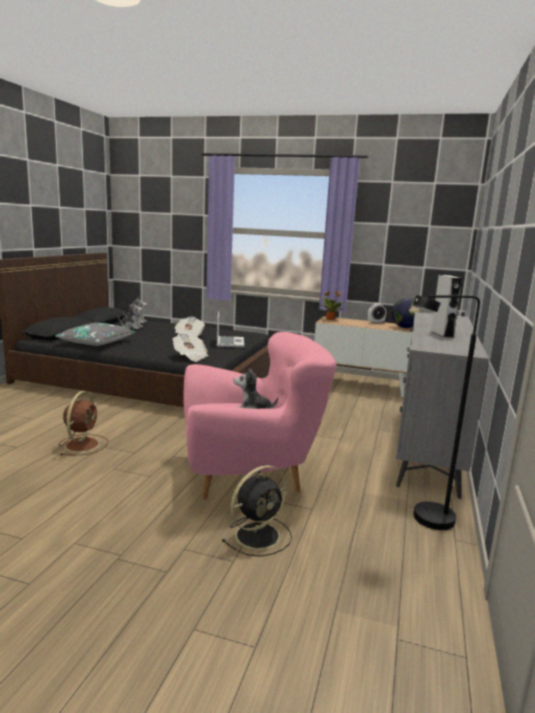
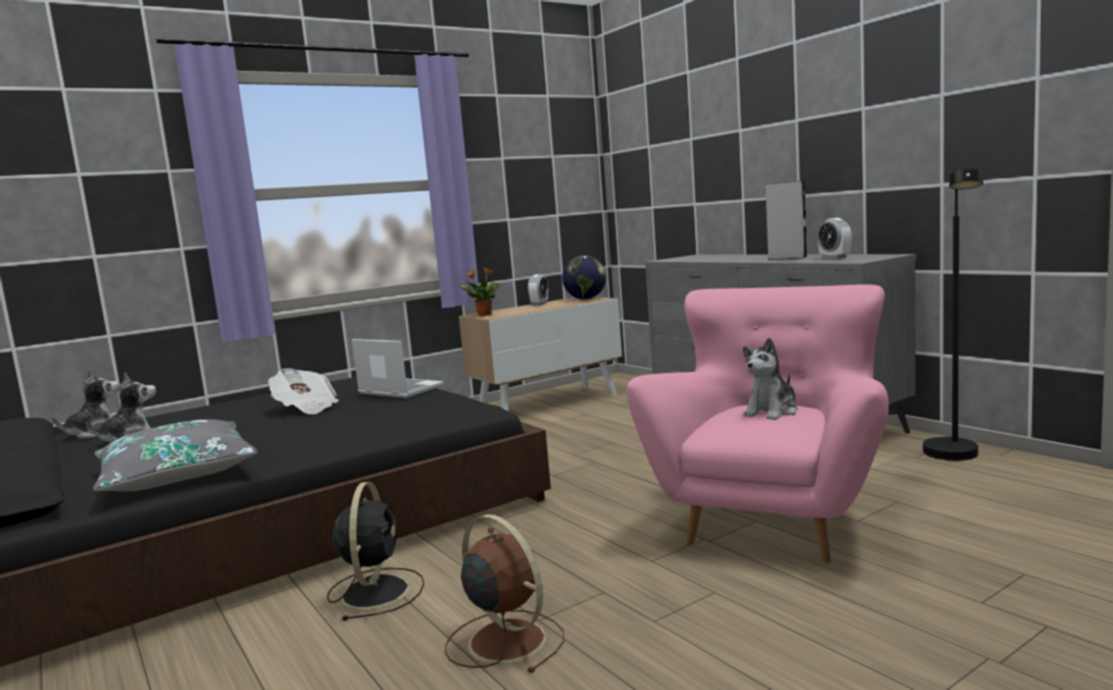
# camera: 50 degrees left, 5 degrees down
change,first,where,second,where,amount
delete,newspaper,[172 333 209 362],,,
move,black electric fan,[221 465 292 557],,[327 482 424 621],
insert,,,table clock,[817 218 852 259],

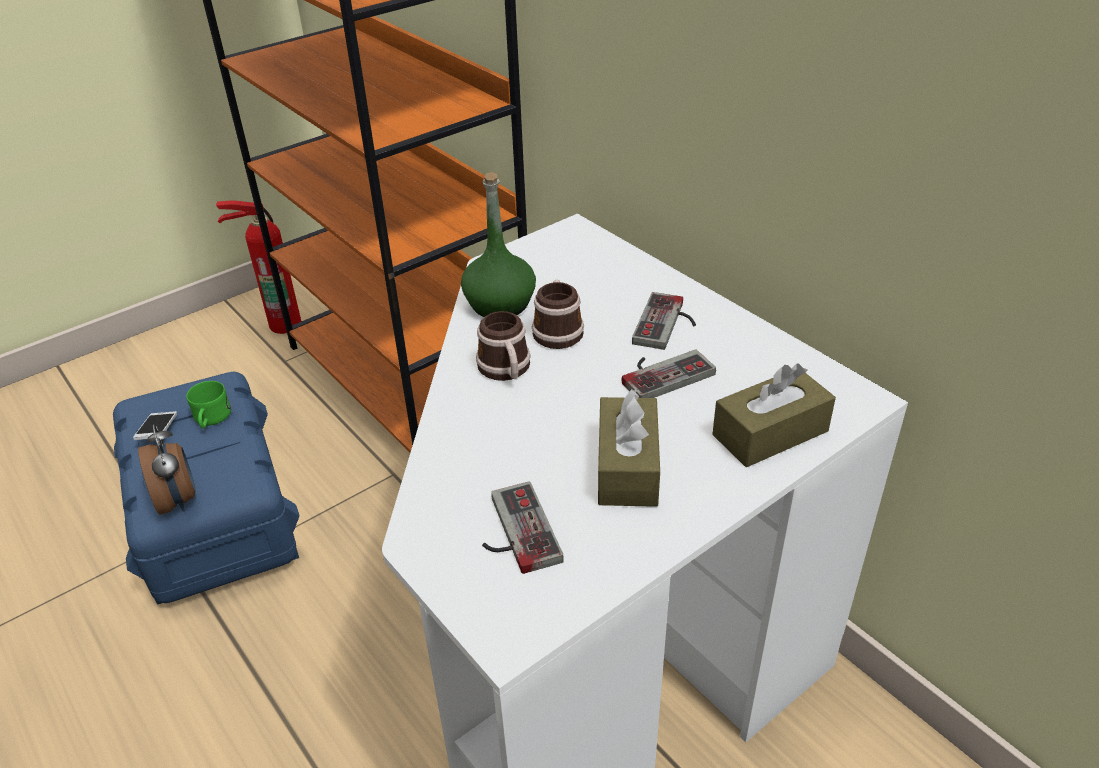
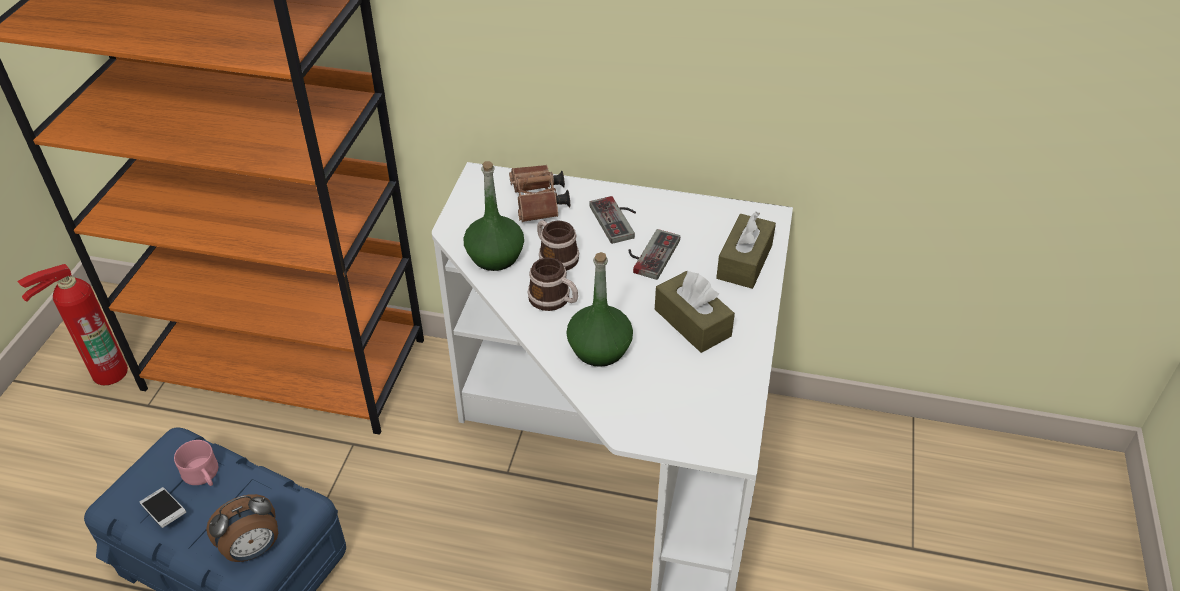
# camera: 40 degrees left, 5 degrees up
change,first,where,second,where,amount
rotate,table clock,[138 424 196 515],,[206 494 278 562],120 degrees clockwise
recolor,green-coloured coffee mug,[186 381 231 428],pinkish coffee mug,[174 440 218 486],
delete,gamepad,[482 482 564 574],,,
insert,,,brown-coloured field glasses,[509 165 570 222],
insert,,,green-coloured bottle,[566 252 633 367],

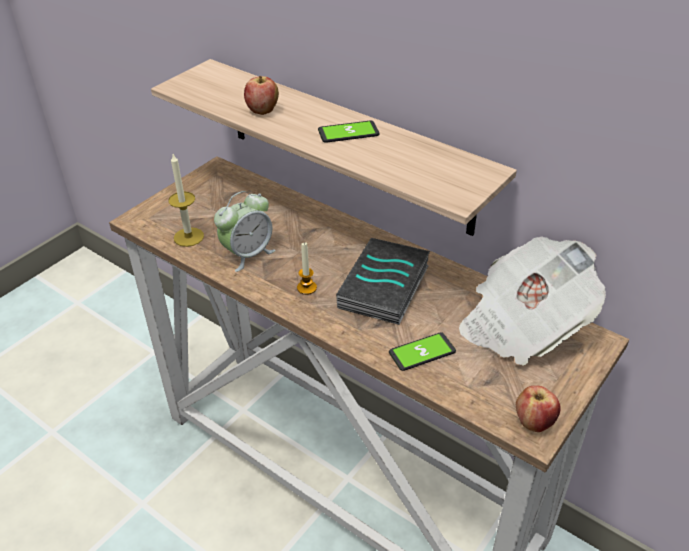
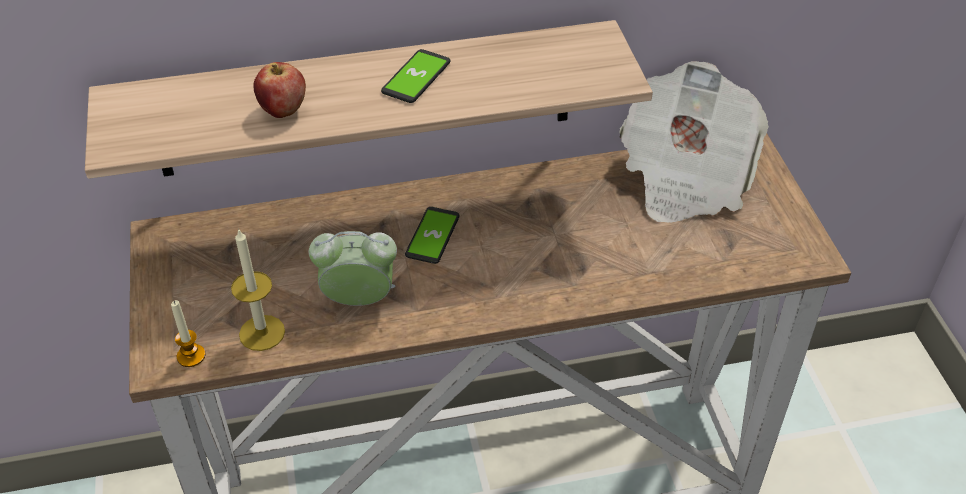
# camera: 50 degrees left, 5 degrees up
change,first,where,second,where,amount
rotate,table clock,[214 191 276 272],,[309 231 397 306],90 degrees counterclockwise
move,wax light,[297 242 317 295],,[171 300 206 367],
delete,volume,[336 238 430 325],,,
move,telephone,[389 332 456 371],,[405 207 460 264],
delete,apple,[516 385 561 432],,,

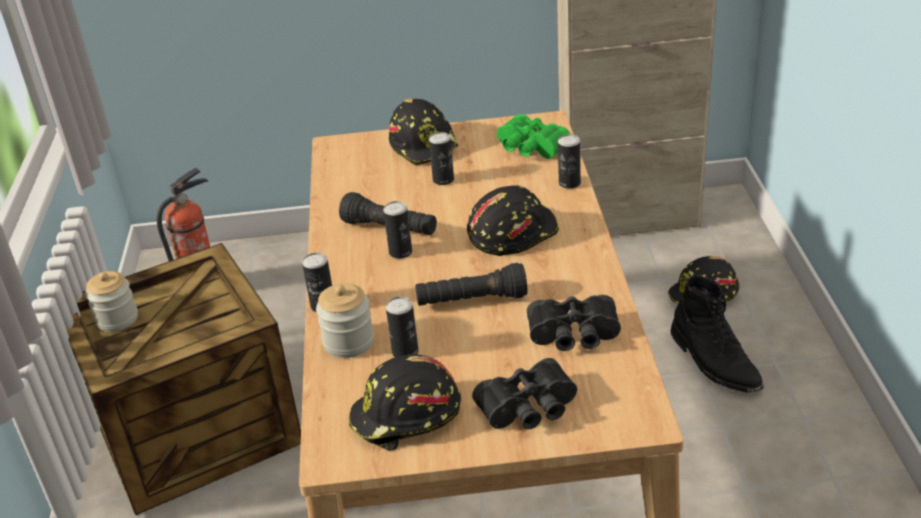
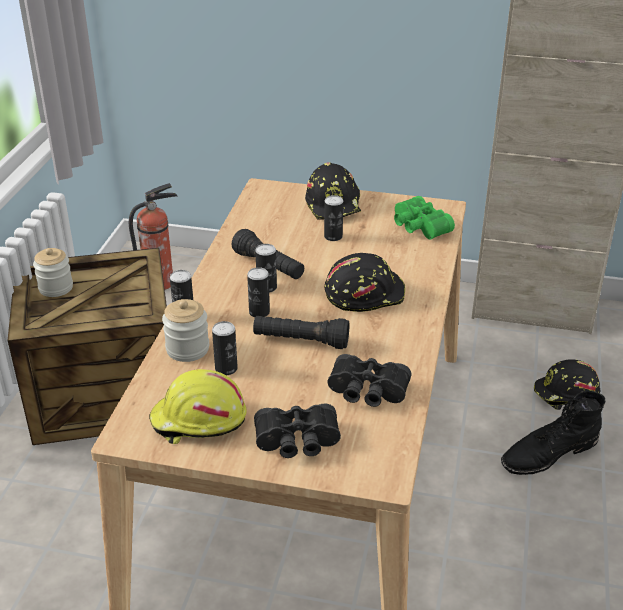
# camera: 15 degrees right, 0 degrees up
change,first,where,second,where,amount
recolor,black safety helmet,[349 354 461 451],yellowish safety helmet,[149 369 247 444],
move,sealed can,[558 134 581 189],,[247 267 270 317],
rotate,black tall boot,[671 275 764 393],,[501 390 605 475],75 degrees clockwise

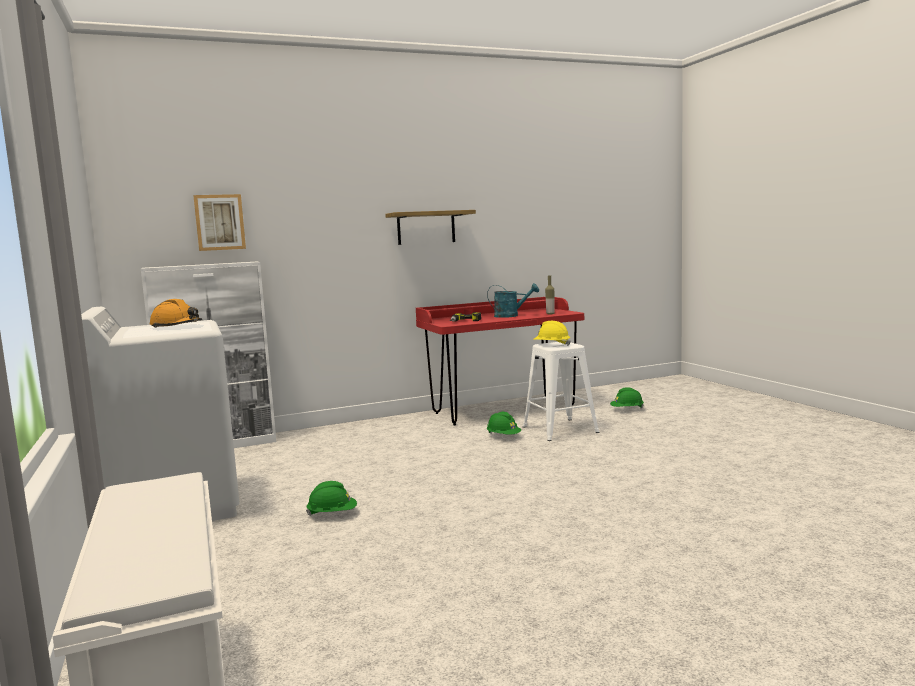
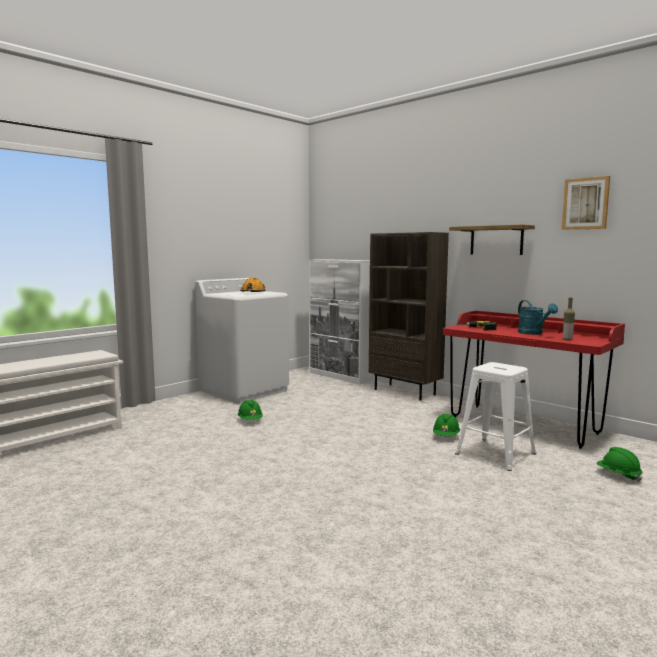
# camera: 65 degrees right, 0 degrees up
change,first,where,second,where,amount
move,picture,[193 194 246 251],,[562 176 610 230],
delete,yellowish safety helmet,[534 321 571 346],,,
insert,,,brown-coloured bookshelf,[369 232 449 401],

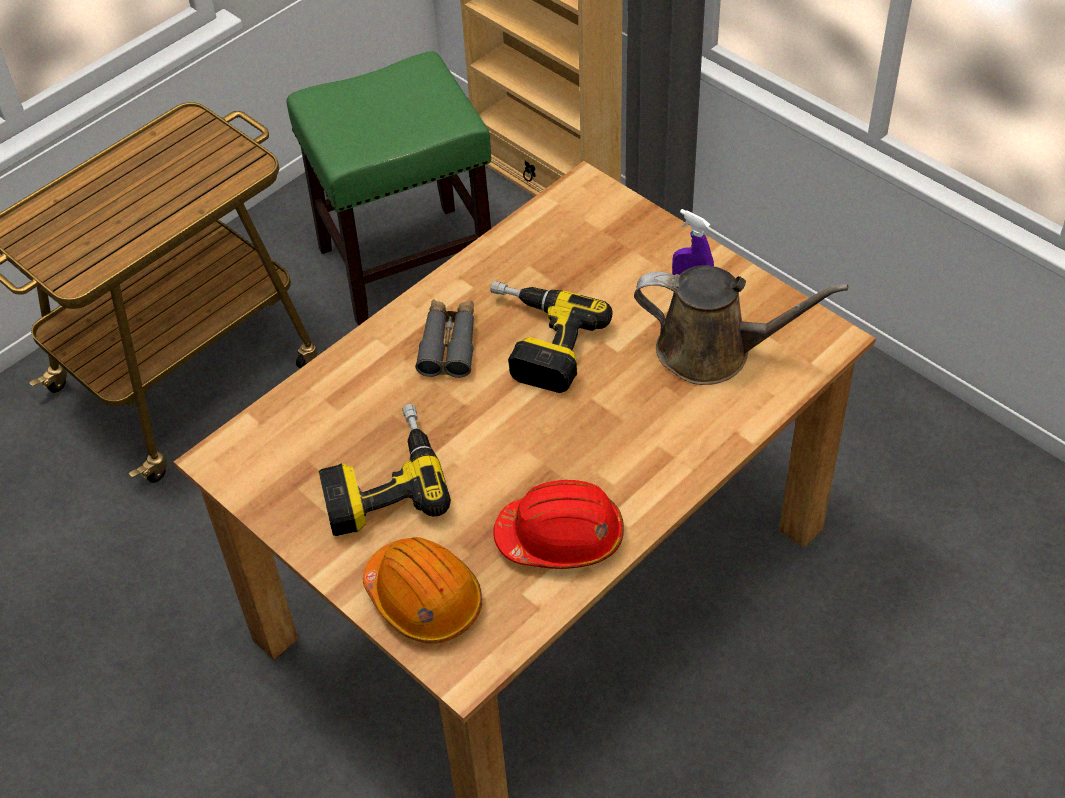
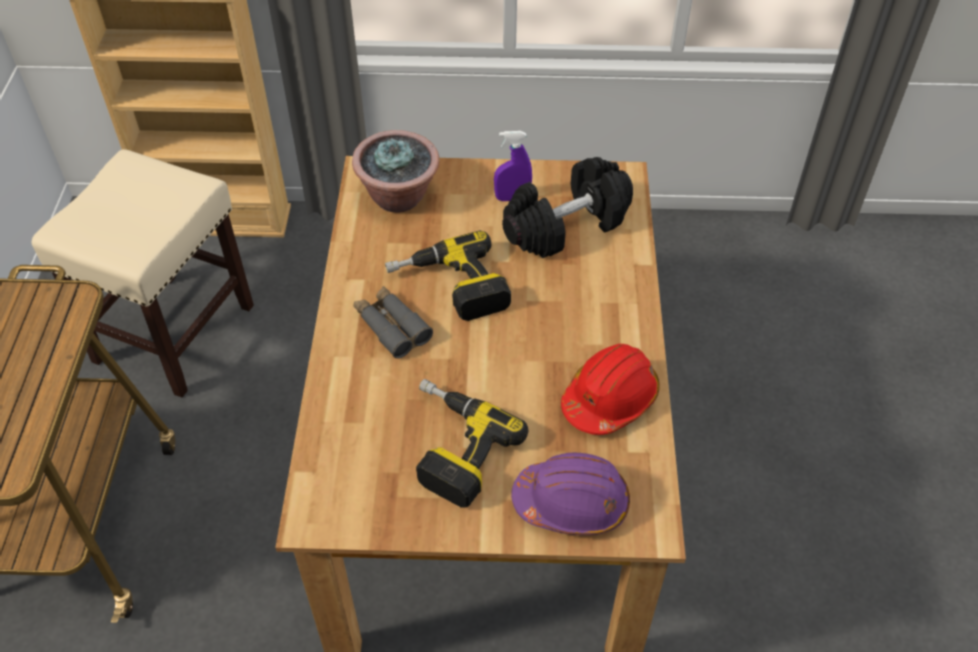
# camera: 45 degrees left, 0 degrees up
change,first,where,second,where,amount
recolor,green-coloured stool,[286 51 491 326],sand-coloured stool,[32 149 254 397],
recolor,orange-coloured safety helmet,[363 537 482 644],purple safety helmet,[511 453 630 535],
replace,brown-coloured sprinkling can,[634 265 848 385],black dumbbell,[502 157 633 258],
insert,,,potted plant,[352 130 439 213],

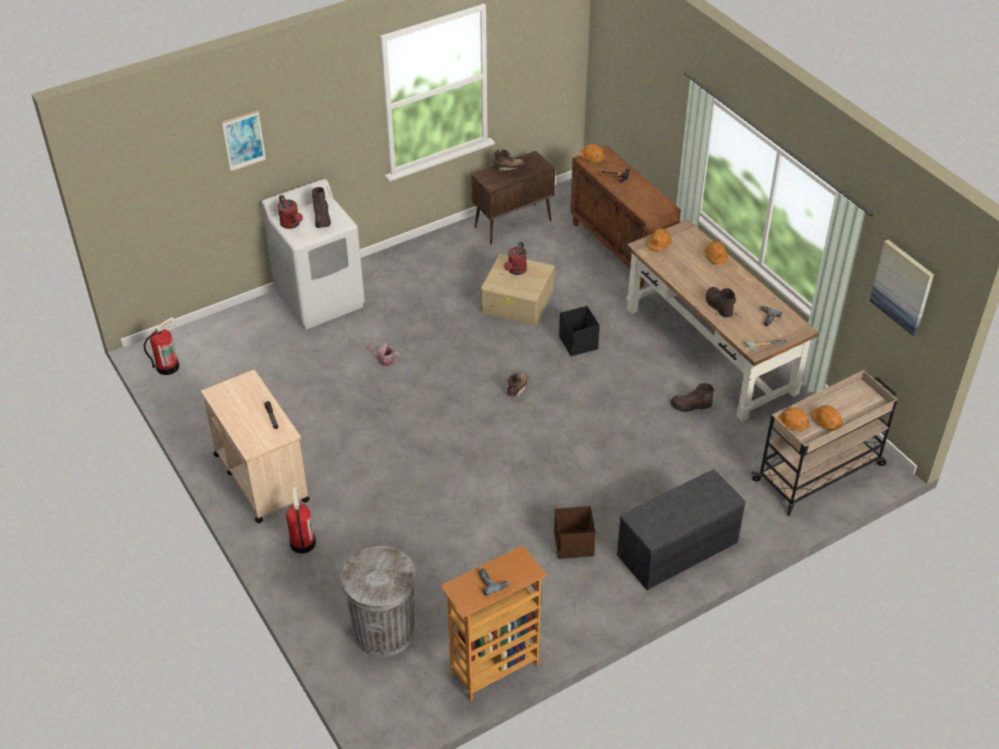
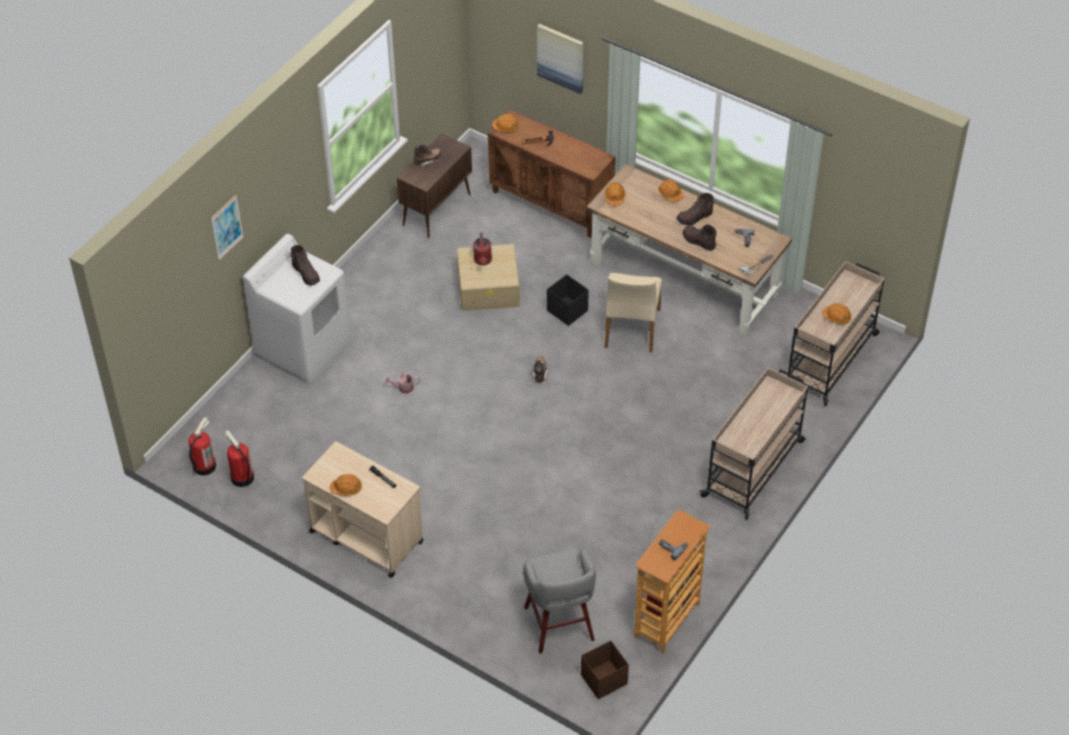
# camera: 25 degrees left, 5 degrees up
change,first,where,second,where,amount
delete,red sprinkling can,[278 195 303 229],,,
move,extinguisher,[286 487 316 554],,[225 430 254 487],
replace,grey rubbish bin,[341 546 416 657],grey stool,[523 548 596 654],
move,brown-coloured storage container,[554 506 596 559],,[581 641 629 699],
replace,grey long seat,[617 469 746 590],sand-coloured cart,[699 368 808 520],
move,brown-coloured tall boot,[670 383 714 412],,[676 193 714 226],
move,orange-coloured safety helmet,[777 407 809 431],,[330 474 362 496],
move,picture,[870 240 934 336],,[537 24 584 94],
insert,,,sand-coloured chair,[605 273 662 352],

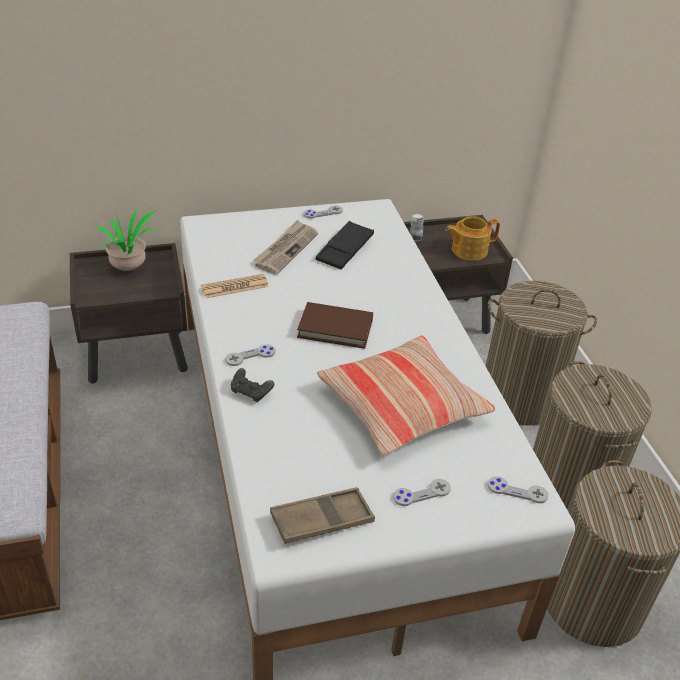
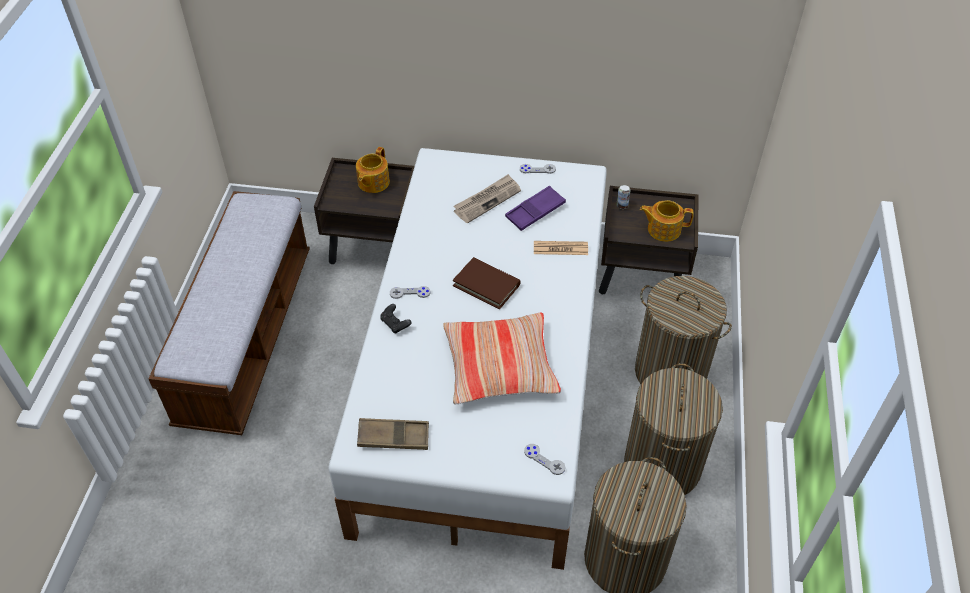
# camera: 25 degrees right, 10 degrees up
change,first,where,second,where,amount
replace,potted plant,[94 208 157 271],teapot,[356 147 390 193],
move,newspaper,[201 274 269 298],,[534 241 588 255],
recolor,black carrying tray,[316 221 374 269],purple carrying tray,[505 186 566 231],
delete,grey gamepad,[393 479 451 506],,,

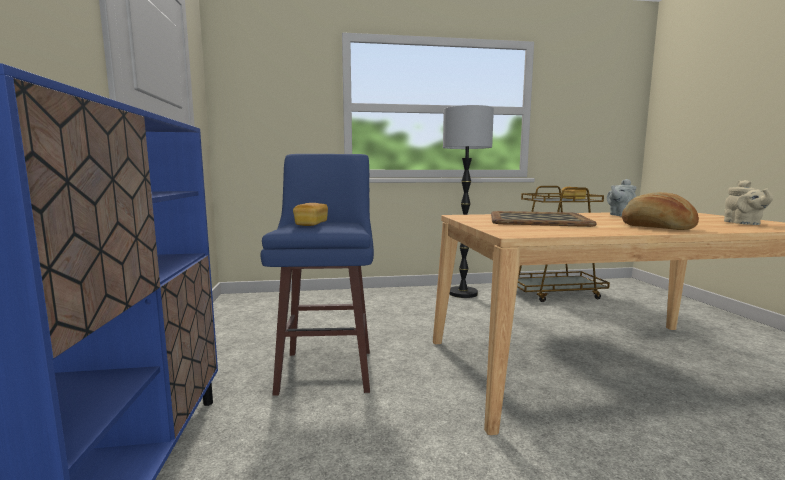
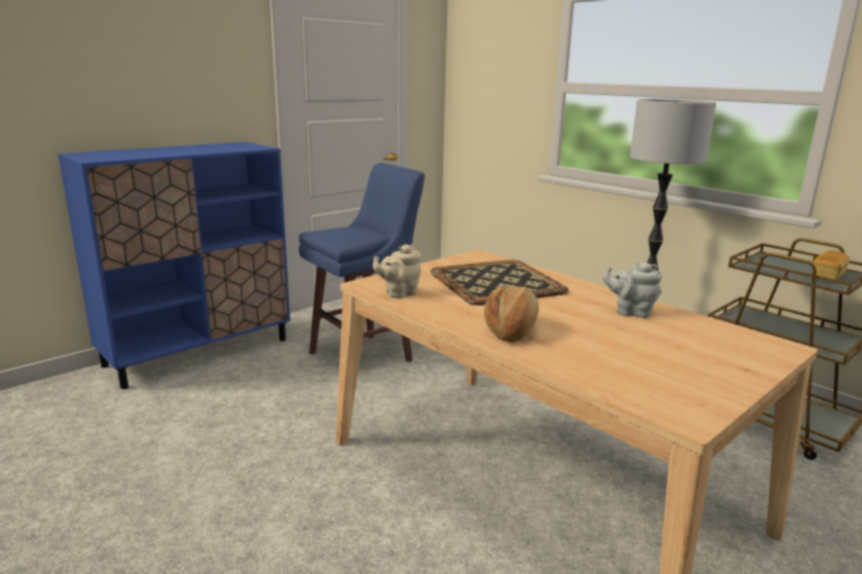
# camera: 55 degrees right, 10 degrees up
change,first,where,second,where,amount
delete,bakery bread,[293 203 328 226],,,
move,sand-coloured teapot,[724 180 774 225],,[373 244 421 298],

